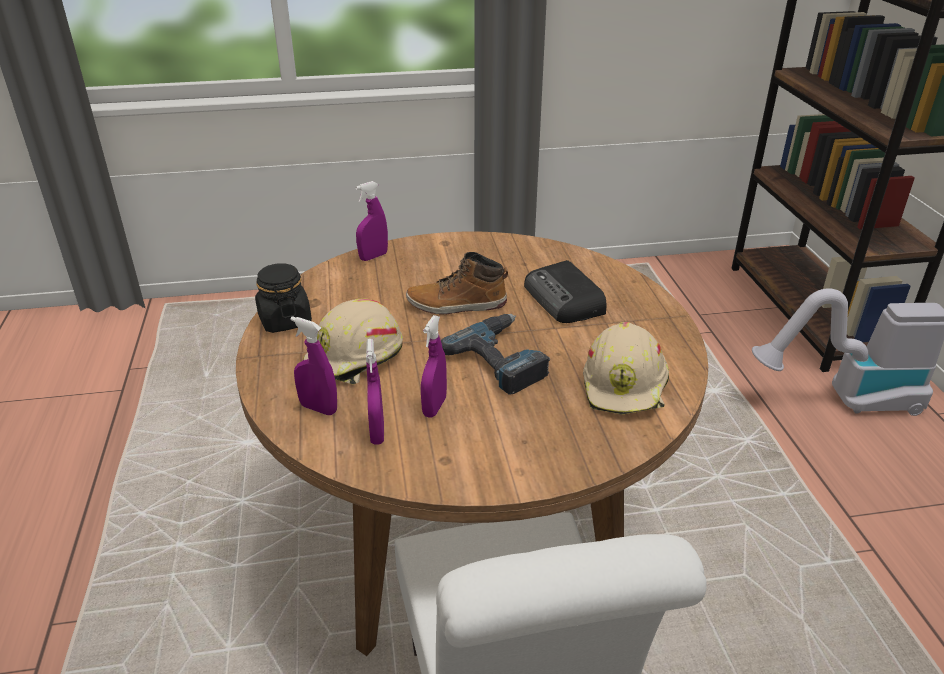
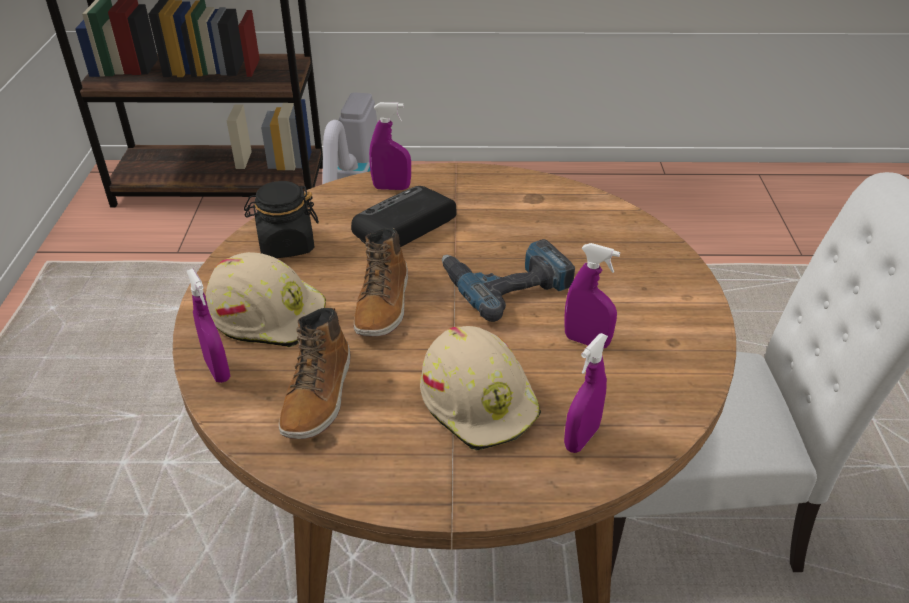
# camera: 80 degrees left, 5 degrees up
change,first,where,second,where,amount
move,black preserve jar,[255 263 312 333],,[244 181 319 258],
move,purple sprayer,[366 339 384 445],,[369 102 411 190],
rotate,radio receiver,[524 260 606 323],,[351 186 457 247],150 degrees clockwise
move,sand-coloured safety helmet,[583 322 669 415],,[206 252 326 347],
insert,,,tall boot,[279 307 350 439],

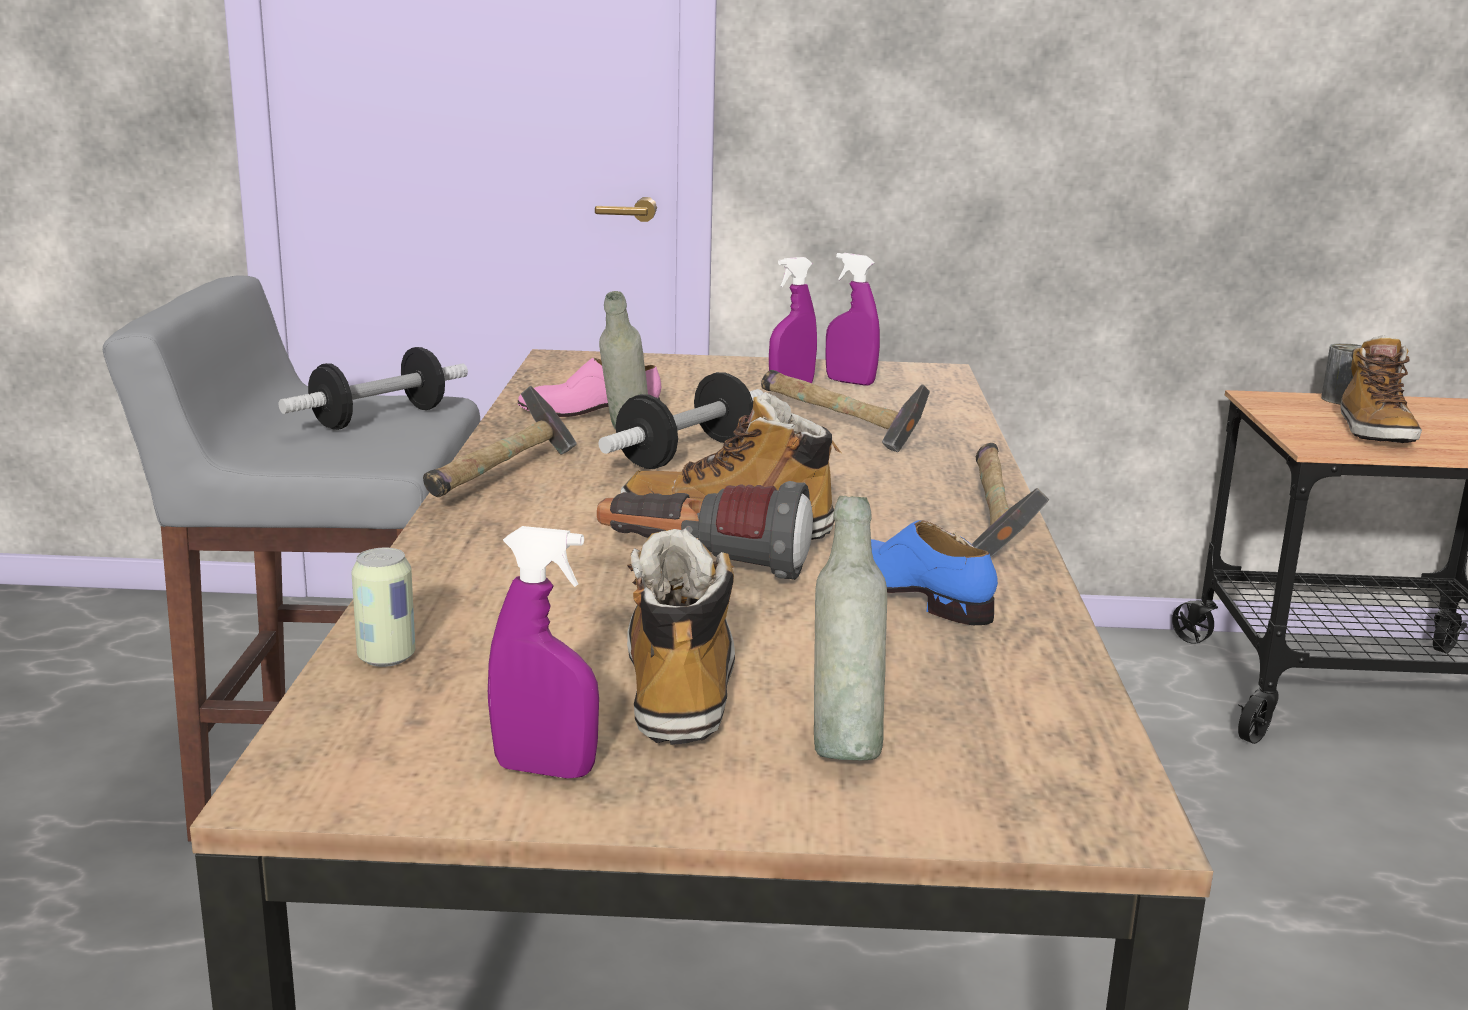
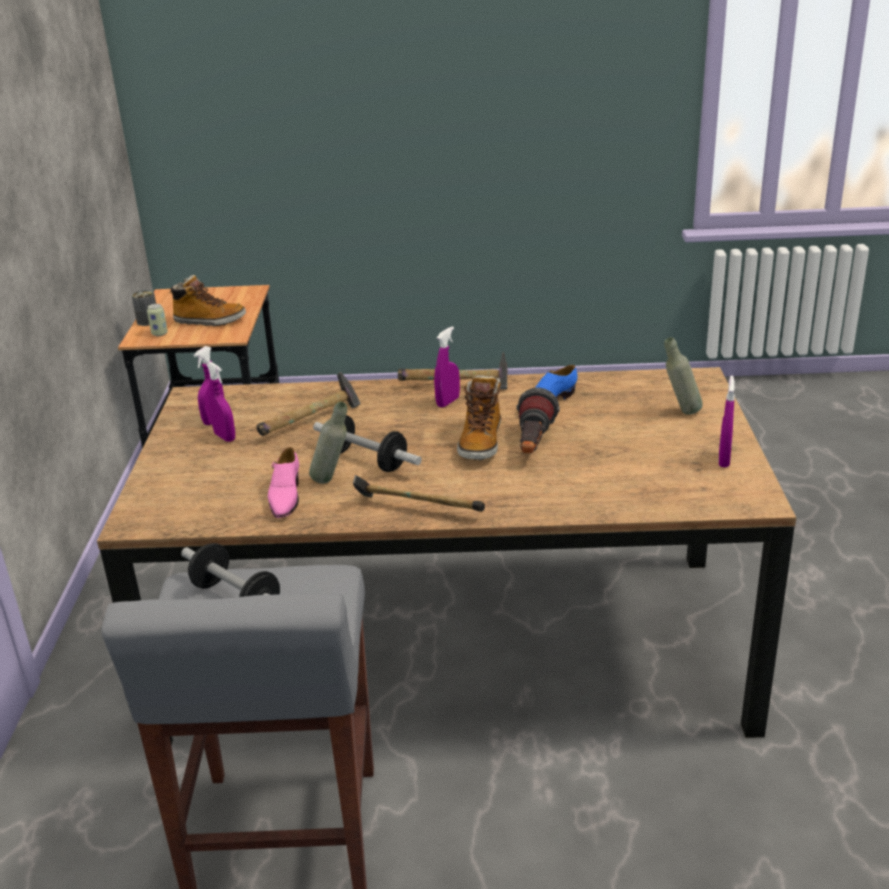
# camera: 90 degrees left, 10 degrees up
change,first,where,second,where,amount
move,sealed can,[351 548 415 667],,[147 304 168 336],
delete,tall boot,[627 528 735 745],,,
insert,,,purple sprayer,[434 326 460 408],

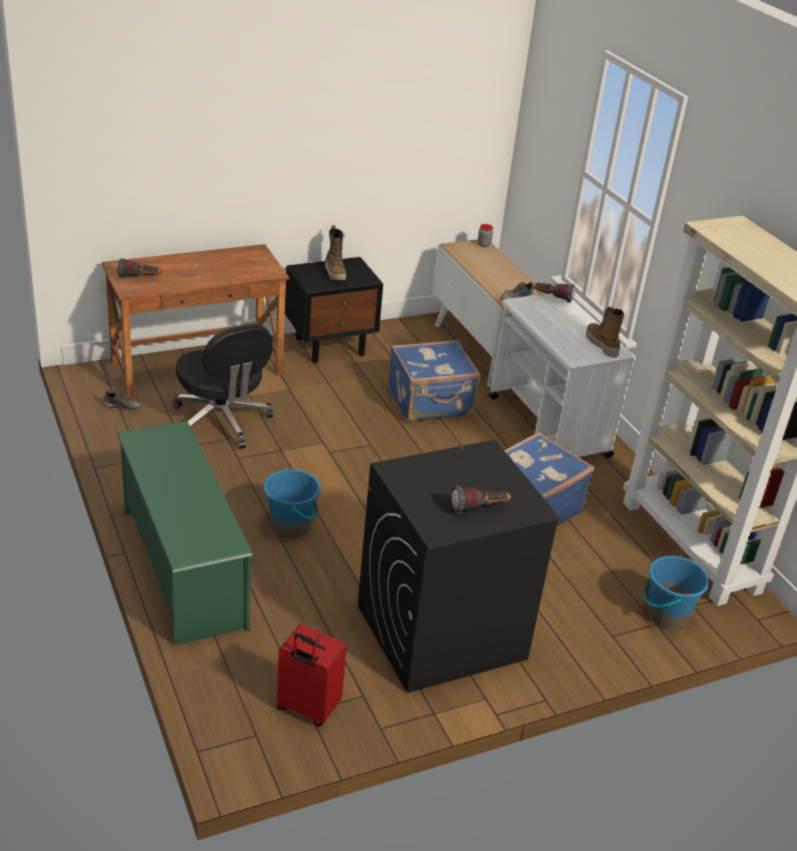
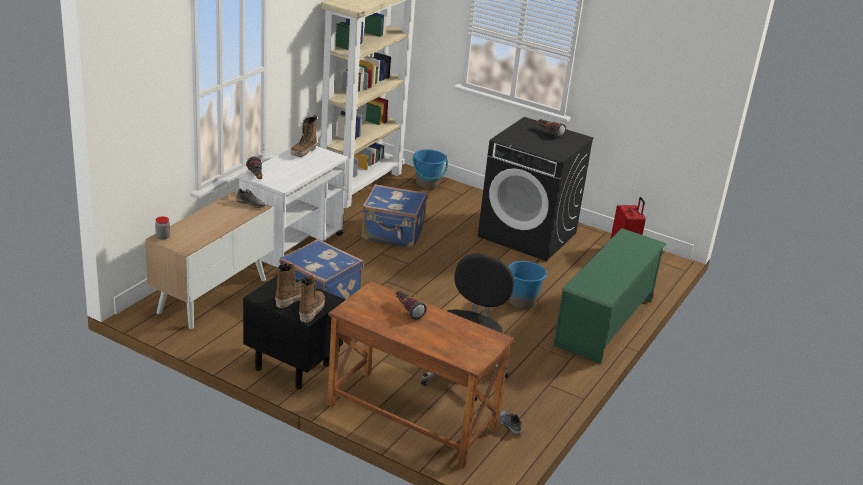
# camera: 125 degrees left, 5 degrees down
change,first,where,second,where,amount
move,torch,[117 258 162 278],,[395 291 426 320],
insert,,,tall boot,[299 276 325 323],

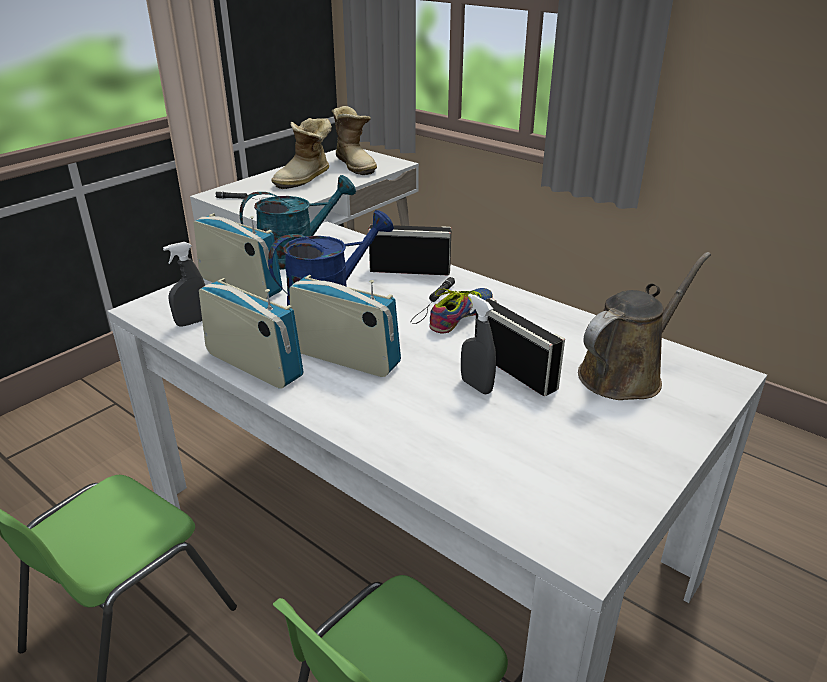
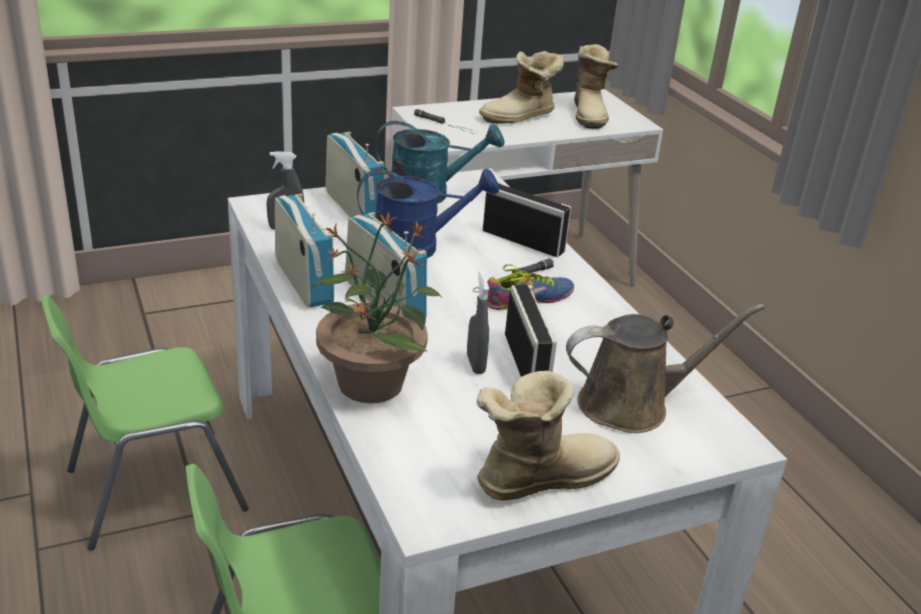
# camera: 25 degrees right, 0 degrees up
change,first,where,second,where,amount
insert,,,potted plant,[311 211 441 403],
insert,,,tall boot,[477 371 620 501],

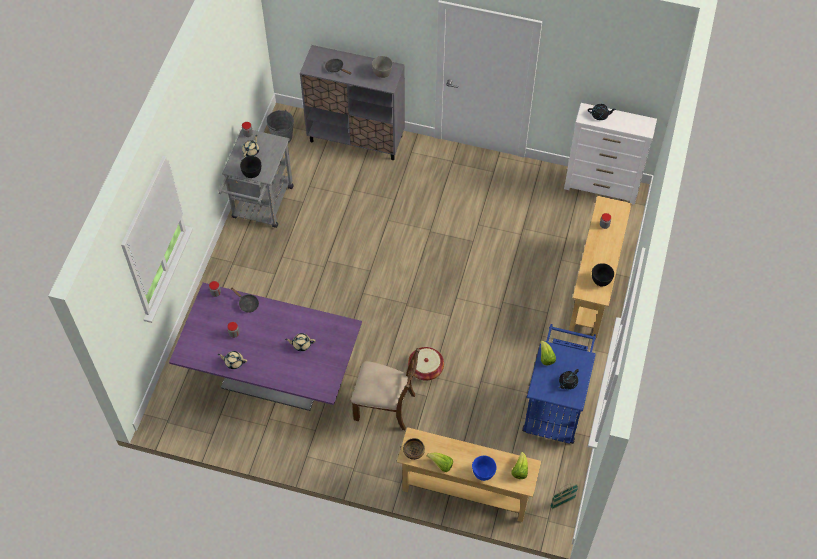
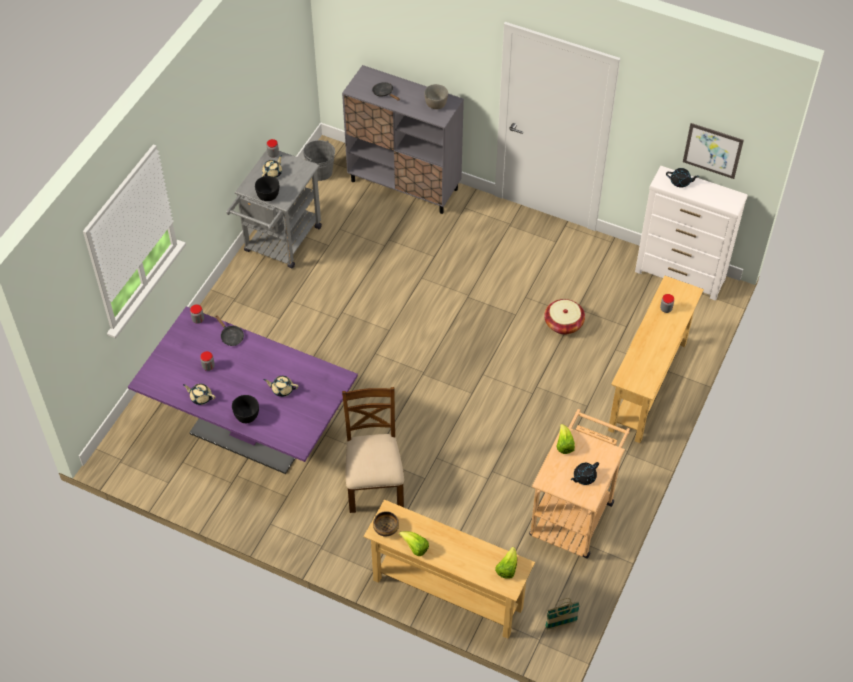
# camera: 10 degrees right, 5 degrees down
change,first,where,second,where,amount
rotate,brown-coloured chair,[351 348 420 430],,[342 387 404 513],120 degrees counterclockwise
move,storage basket,[408 347 444 381],,[544 299 585 335],
delete,blue bowl,[472 456 497 481],,,
recolor,blue cart,[522 324 596 444],sand-coloured cart,[529 409 630 559],
move,black bowl,[592 263 614 286],,[232 395 259 423],
insert,,,picture,[683 123 744 179],

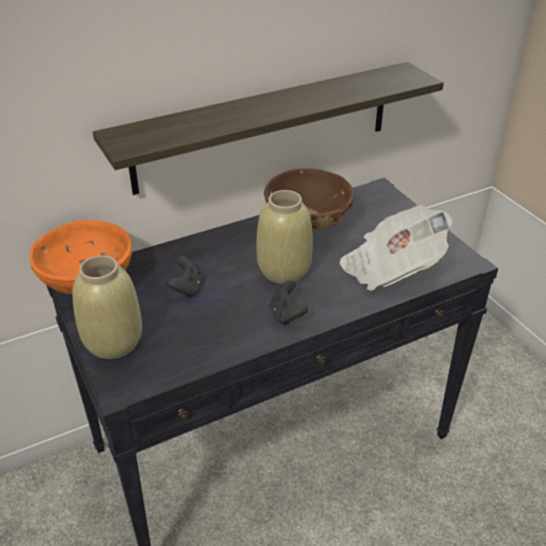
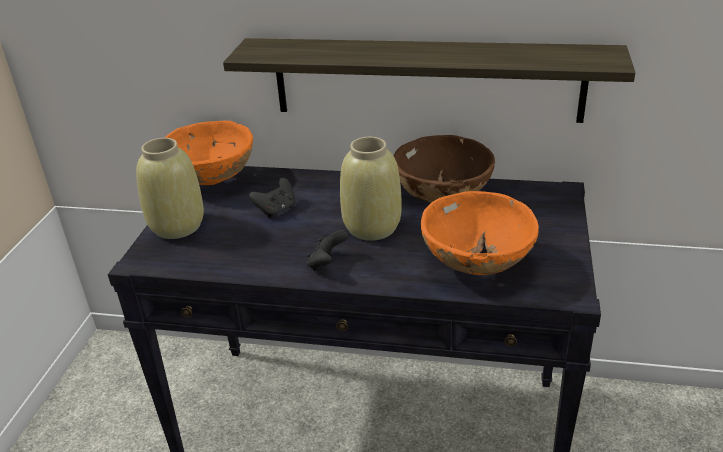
# camera: 40 degrees right, 5 degrees down
change,first,where,second,where,amount
replace,newspaper,[340 205 453 291],orange-coloured bowl,[421 191 539 275],

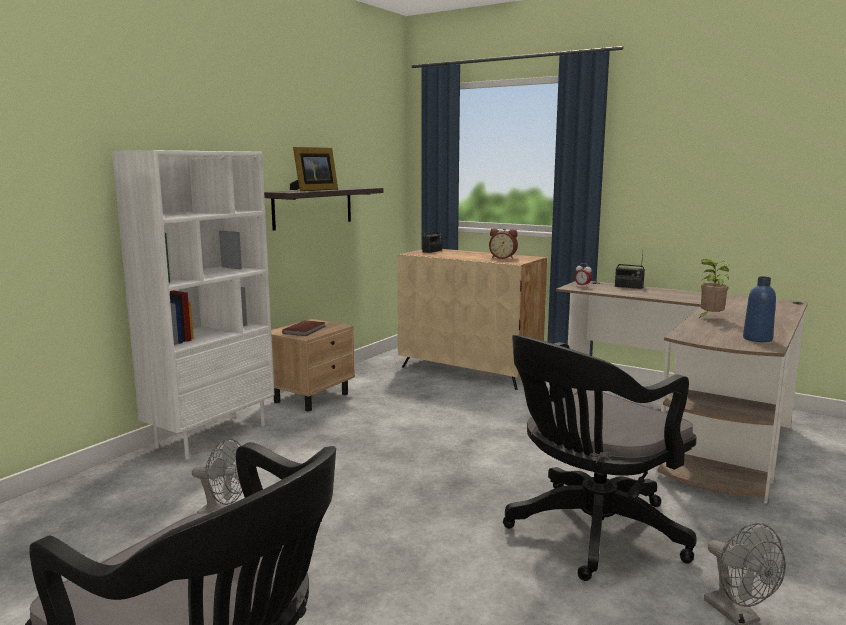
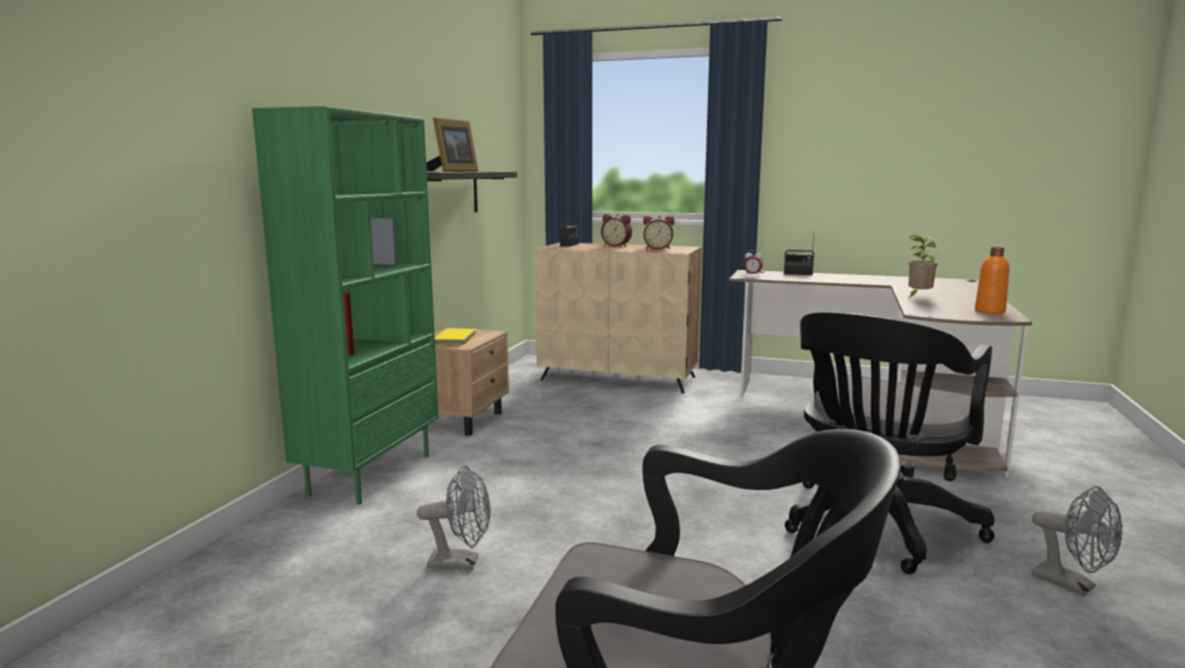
# camera: 15 degrees left, 0 degrees up
change,first,where,second,where,amount
recolor,white bookshelf,[112 150 274 459],green-coloured bookshelf,[252 106 439 505],
recolor,brown-coloured volume,[282 320 326 336],yellowish volume,[435 329 476 345],
recolor,blue bottle,[743 276 776 342],orange-coloured bottle,[975 247 1009 314],
insert,,,table clock,[601 214 632 246],

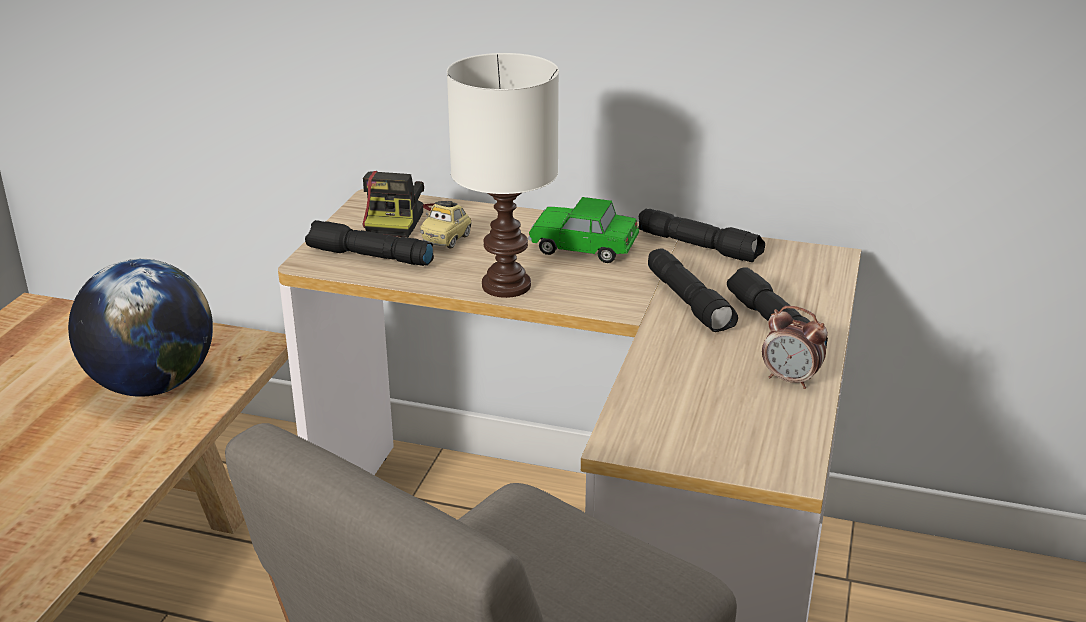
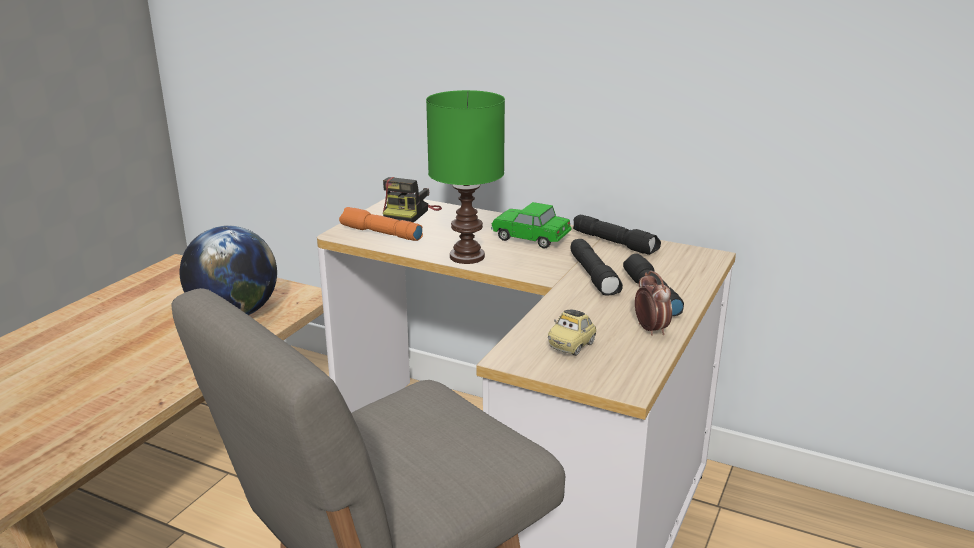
# camera: 10 degrees right, 5 degrees down
change,first,where,second,where,amount
recolor,black torch,[305 220 434 266],orange-coloured torch,[339 207 423 241],
move,miniature car,[420 201 472 249],,[548 310 596 356],
recolor,white lamp for a table,[447 53 559 298],green-coloured lamp for a table,[426 90 505 264],
rotate,table clock,[762 306 828 389],,[635 271 672 336],150 degrees counterclockwise

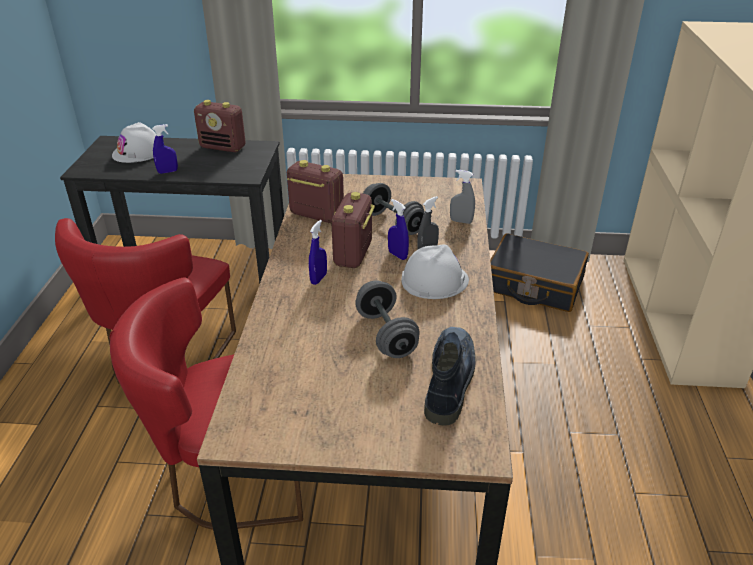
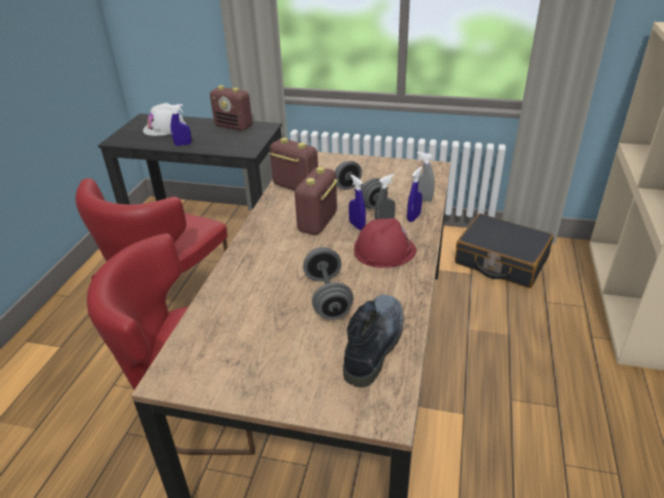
# camera: 10 degrees right, 0 degrees up
change,first,where,second,where,amount
move,blue sprayer,[309 220 327 285],,[407 167 422 222],
recolor,white safety helmet,[402 244 469 299],red safety helmet,[354 218 416 268],

